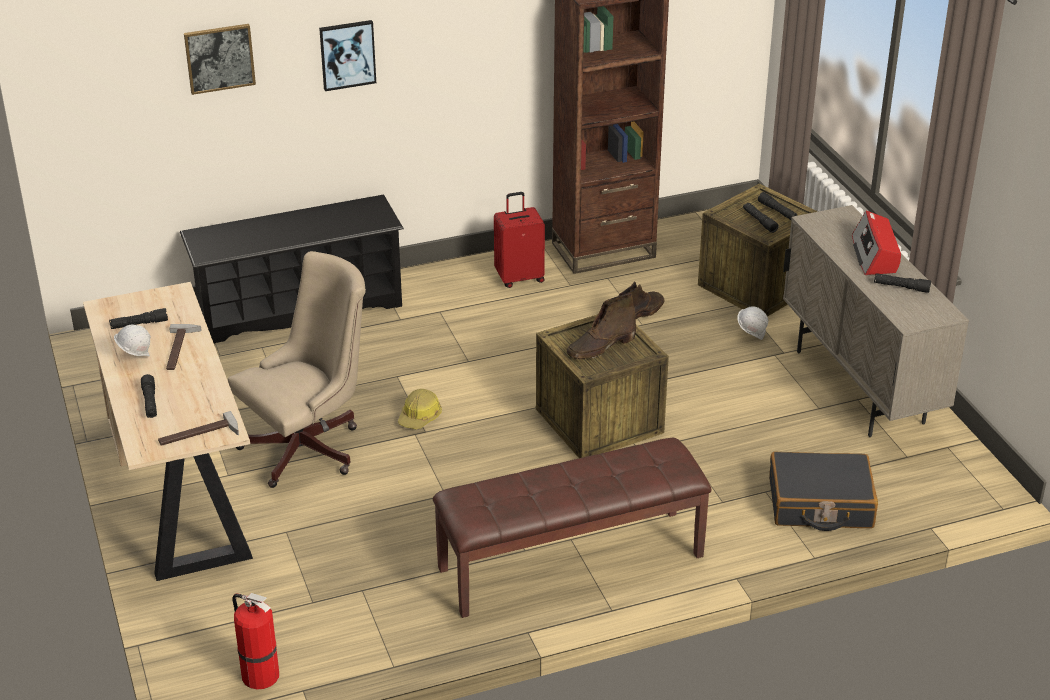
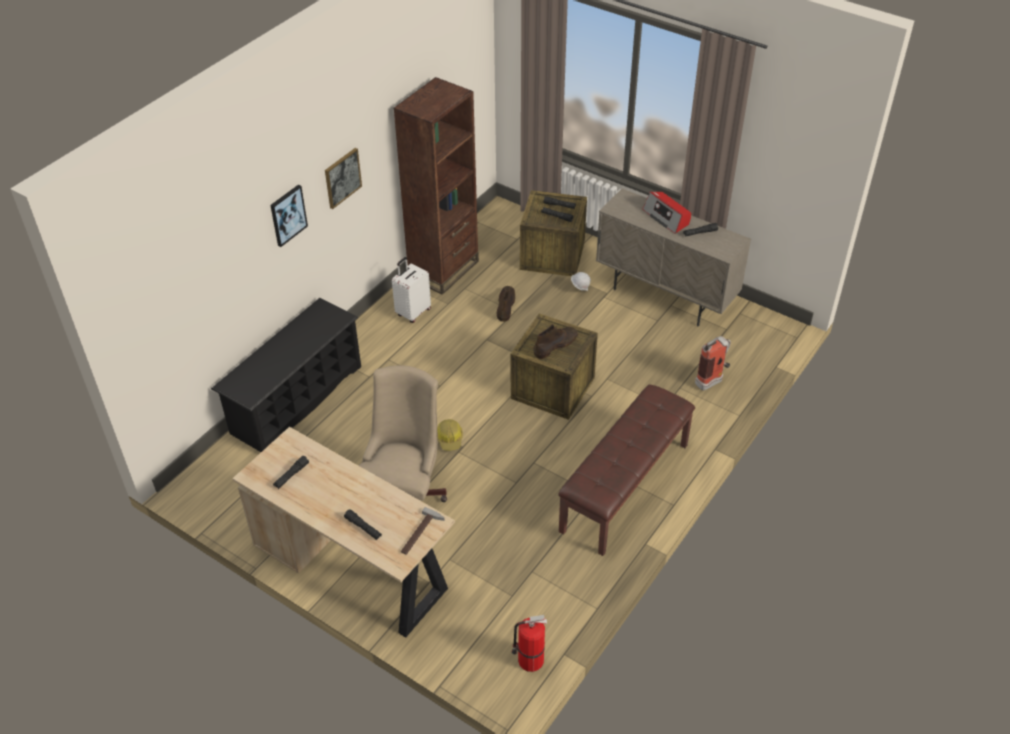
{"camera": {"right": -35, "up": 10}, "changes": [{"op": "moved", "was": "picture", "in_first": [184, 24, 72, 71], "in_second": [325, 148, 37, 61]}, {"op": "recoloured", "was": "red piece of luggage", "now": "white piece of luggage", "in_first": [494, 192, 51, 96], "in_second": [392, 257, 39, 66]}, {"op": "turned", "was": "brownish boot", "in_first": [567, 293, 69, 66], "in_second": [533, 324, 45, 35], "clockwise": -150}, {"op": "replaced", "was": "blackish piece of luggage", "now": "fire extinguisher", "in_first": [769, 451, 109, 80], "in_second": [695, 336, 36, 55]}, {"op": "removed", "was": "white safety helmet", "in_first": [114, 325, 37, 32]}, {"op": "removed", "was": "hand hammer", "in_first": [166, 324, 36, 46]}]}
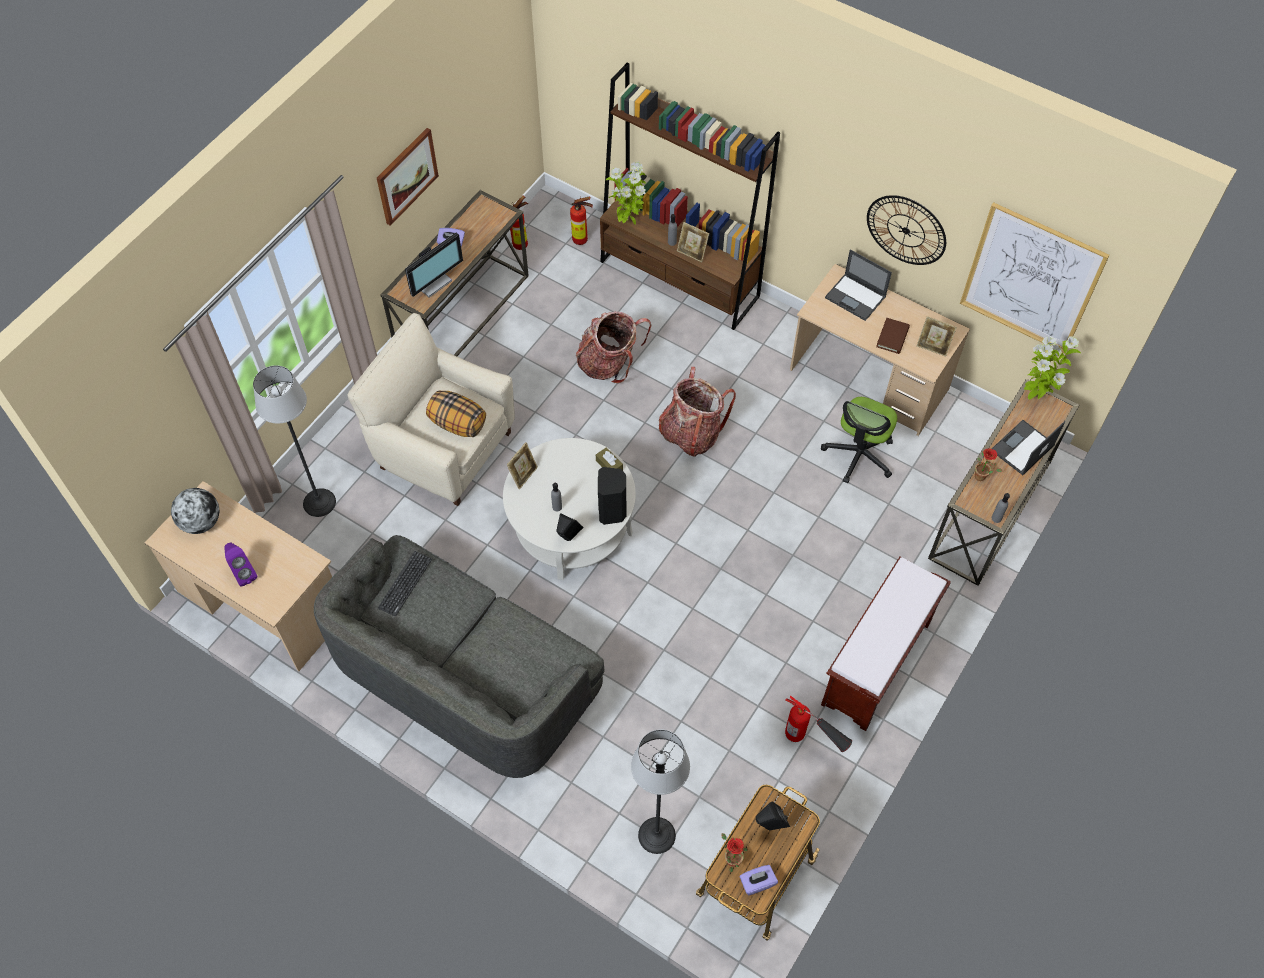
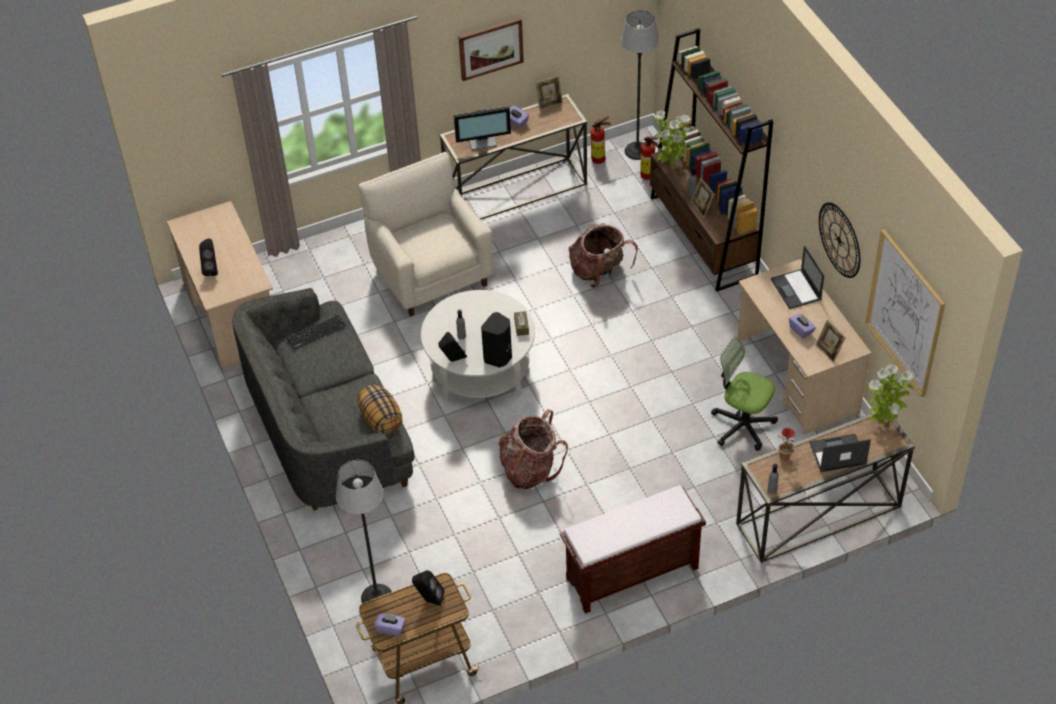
{"camera": {"right": 35, "up": -10}, "changes": [{"op": "recoloured", "was": "purple-coloured loudspeaker", "now": "blackish loudspeaker", "in_first": [224, 543, 33, 43], "in_second": [199, 238, 19, 38]}, {"op": "moved", "was": "cushion", "in_first": [426, 390, 60, 47], "in_second": [358, 384, 45, 51]}, {"op": "moved", "was": "rucksack", "in_first": [659, 367, 77, 90], "in_second": [498, 409, 70, 80]}, {"op": "moved", "was": "picture frame", "in_first": [507, 442, 31, 48], "in_second": [536, 76, 27, 34]}, {"op": "moved", "was": "standard lamp", "in_first": [253, 365, 83, 152], "in_second": [621, 10, 38, 150]}, {"op": "turned", "was": "desk chair", "in_first": [821, 397, 76, 86], "in_second": [711, 337, 67, 114], "clockwise": 60}, {"op": "replaced", "was": "brownish book", "now": "purple-coloured tissue box", "in_first": [876, 318, 34, 36], "in_second": [789, 314, 27, 25]}, {"op": "removed", "was": "world globe", "in_first": [171, 488, 48, 46]}, {"op": "removed", "was": "houseplant", "in_first": [721, 833, 27, 40]}, {"op": "removed", "was": "fire extinguisher", "in_first": [785, 696, 67, 56]}]}
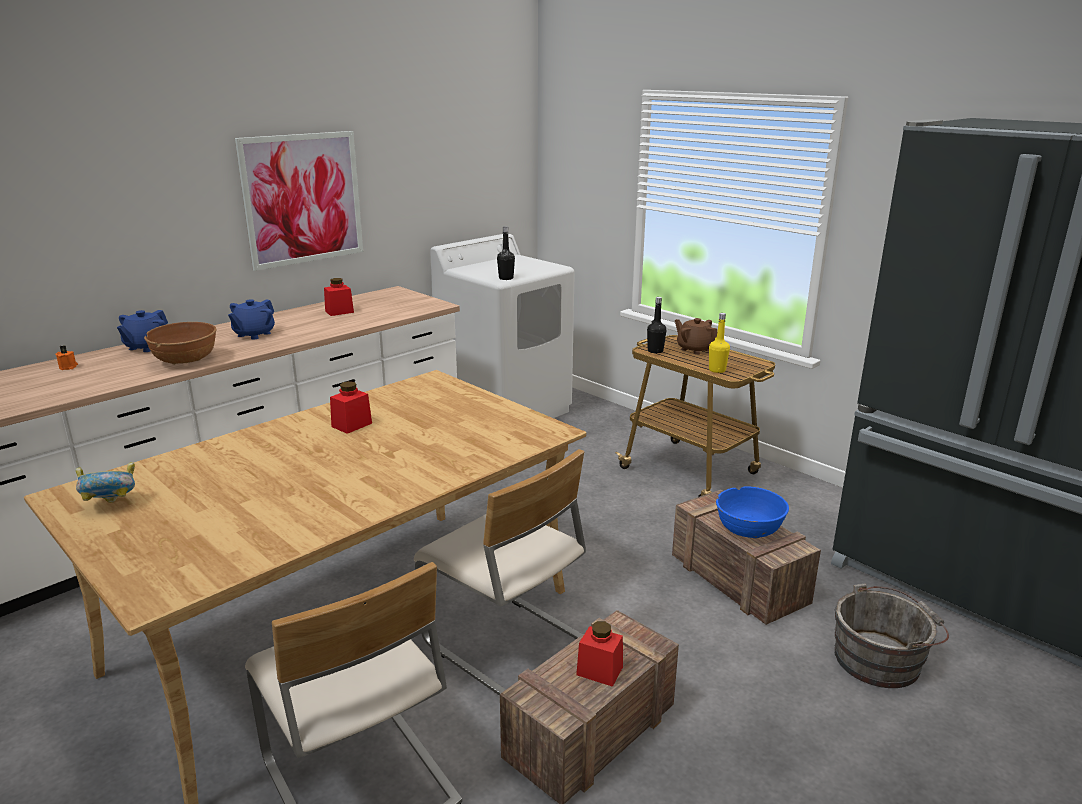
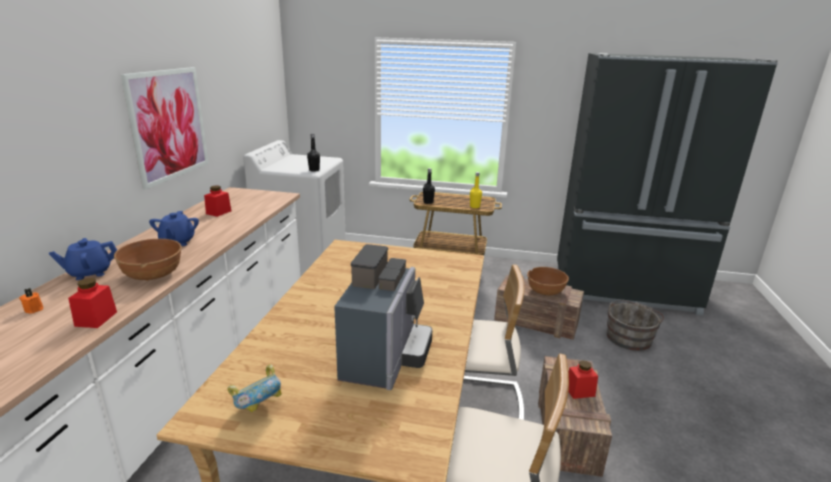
{"camera": {"right": -35, "up": 0}, "changes": [{"op": "turned", "was": "blue teapot", "in_first": [117, 310, 51, 42], "in_second": [49, 238, 68, 42], "clockwise": 75}, {"op": "moved", "was": "red jar", "in_first": [330, 381, 42, 53], "in_second": [68, 278, 49, 50]}, {"op": "added", "now": "coffee maker", "in_second": [334, 244, 98, 146]}, {"op": "recoloured", "was": "blue serving bowl", "now": "brownish serving bowl", "in_first": [716, 486, 73, 53], "in_second": [527, 267, 42, 28]}, {"op": "removed", "was": "brownish teapot", "in_first": [675, 318, 42, 36]}]}
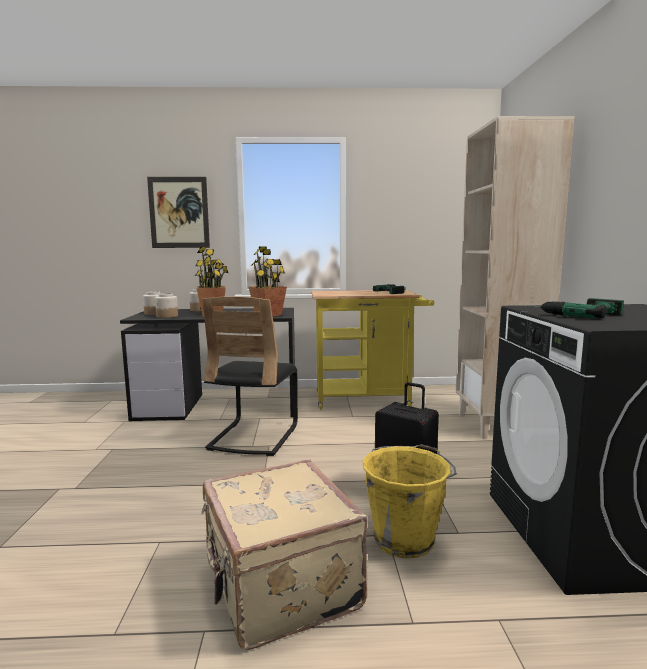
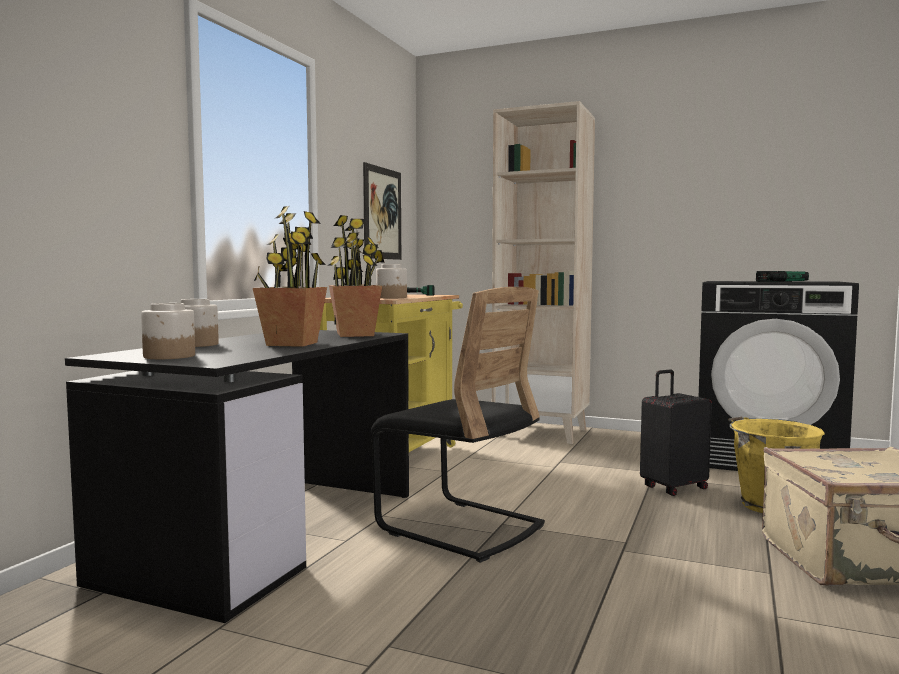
{"camera": {"right": -65, "up": -5}, "changes": [{"op": "moved", "was": "picture", "in_first": [147, 177, 63, 71], "in_second": [363, 162, 38, 98]}, {"op": "moved", "was": "jar", "in_first": [155, 293, 23, 25], "in_second": [376, 264, 31, 34]}]}
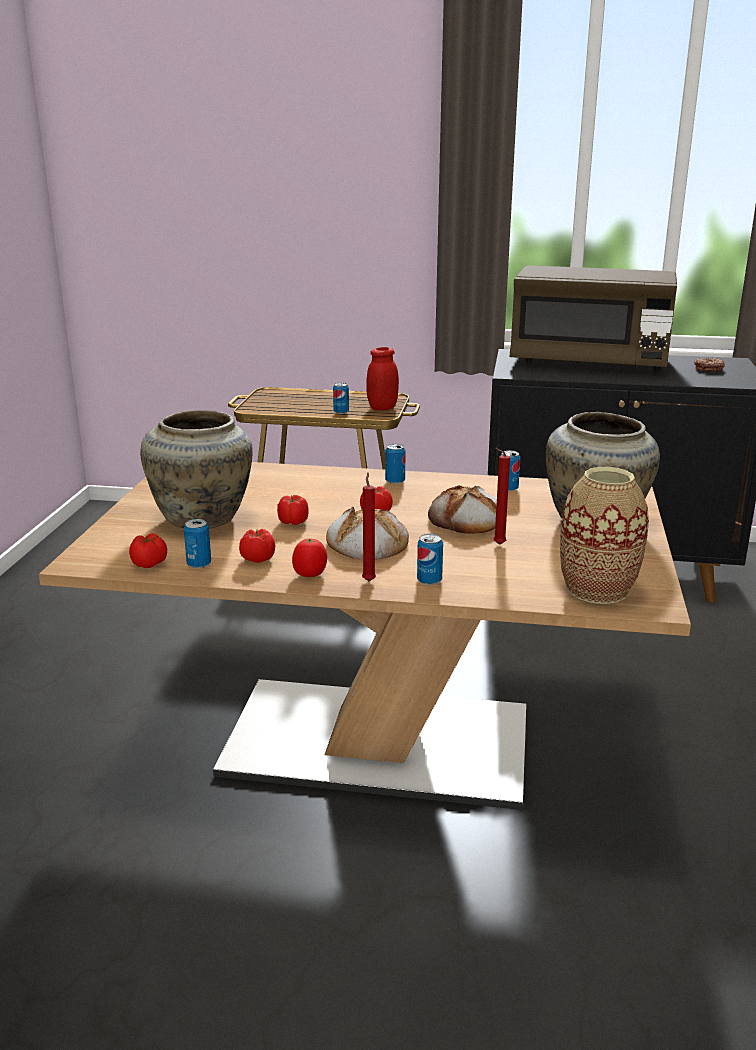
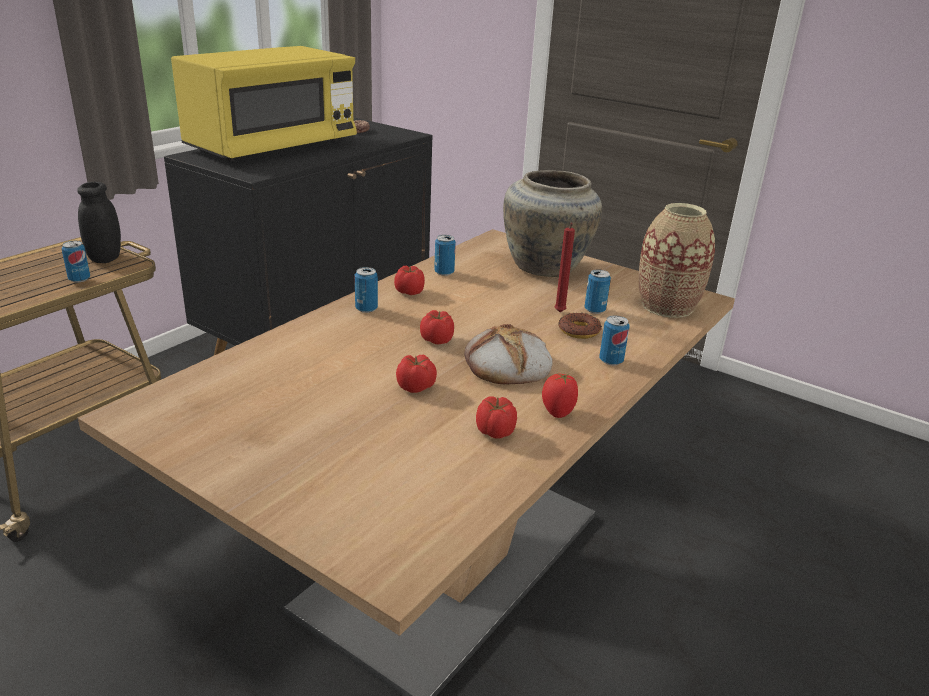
{"camera": {"right": -65, "up": 5}, "changes": [{"op": "recoloured", "was": "red jar", "now": "blackish jar", "in_first": [366, 347, 33, 63], "in_second": [77, 181, 44, 82]}, {"op": "recoloured", "was": "brownish microwave", "now": "yellow-coloured microwave", "in_first": [510, 265, 167, 106], "in_second": [171, 46, 186, 115]}, {"op": "moved", "was": "tomato", "in_first": [129, 533, 38, 35], "in_second": [394, 266, 31, 29]}, {"op": "added", "now": "doughnut", "in_second": [558, 313, 44, 26]}, {"op": "moved", "was": "can", "in_first": [184, 519, 27, 50], "in_second": [585, 269, 26, 45]}, {"op": "removed", "was": "beige flower vase", "in_first": [140, 410, 113, 119]}, {"op": "removed", "was": "red candle", "in_first": [362, 472, 14, 109]}, {"op": "removed", "was": "bread", "in_first": [428, 485, 69, 49]}]}
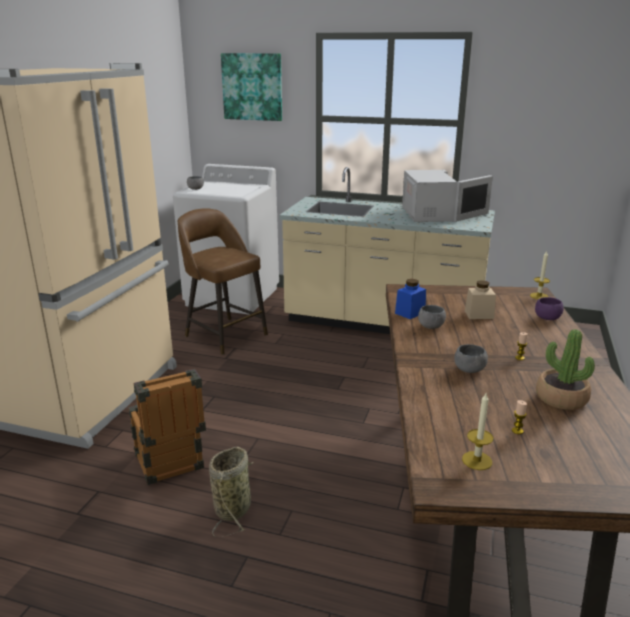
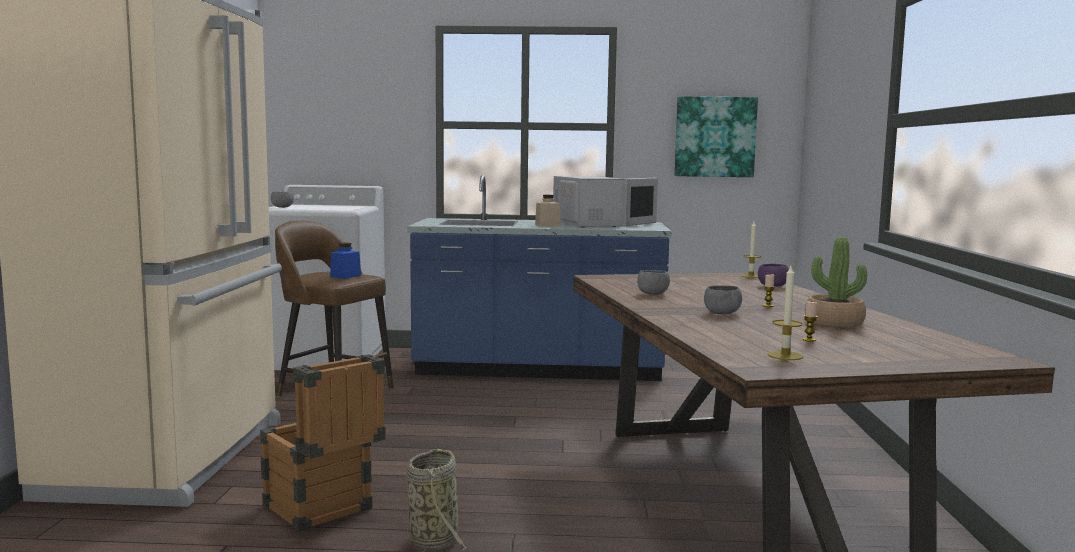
{"camera": {"right": -15, "up": -15}, "changes": [{"op": "moved", "was": "blue jar", "in_first": [395, 279, 31, 40], "in_second": [330, 243, 31, 36]}, {"op": "recoloured", "was": "beige counter", "now": "blue counter", "in_first": [279, 167, 216, 167], "in_second": [408, 175, 264, 206]}, {"op": "moved", "was": "beige jar", "in_first": [465, 280, 31, 39], "in_second": [535, 195, 26, 31]}, {"op": "moved", "was": "picture", "in_first": [221, 53, 61, 68], "in_second": [674, 96, 84, 81]}]}
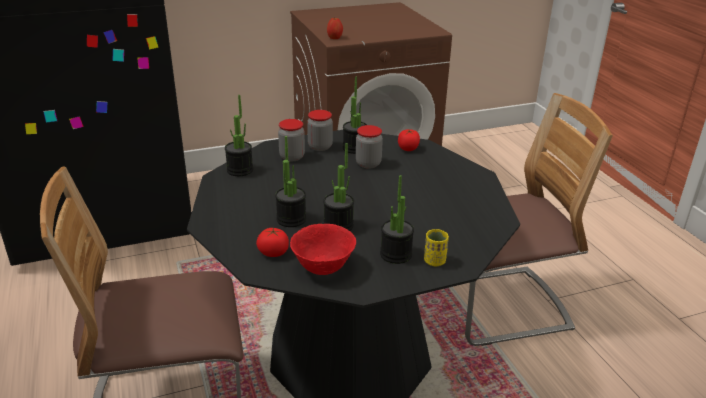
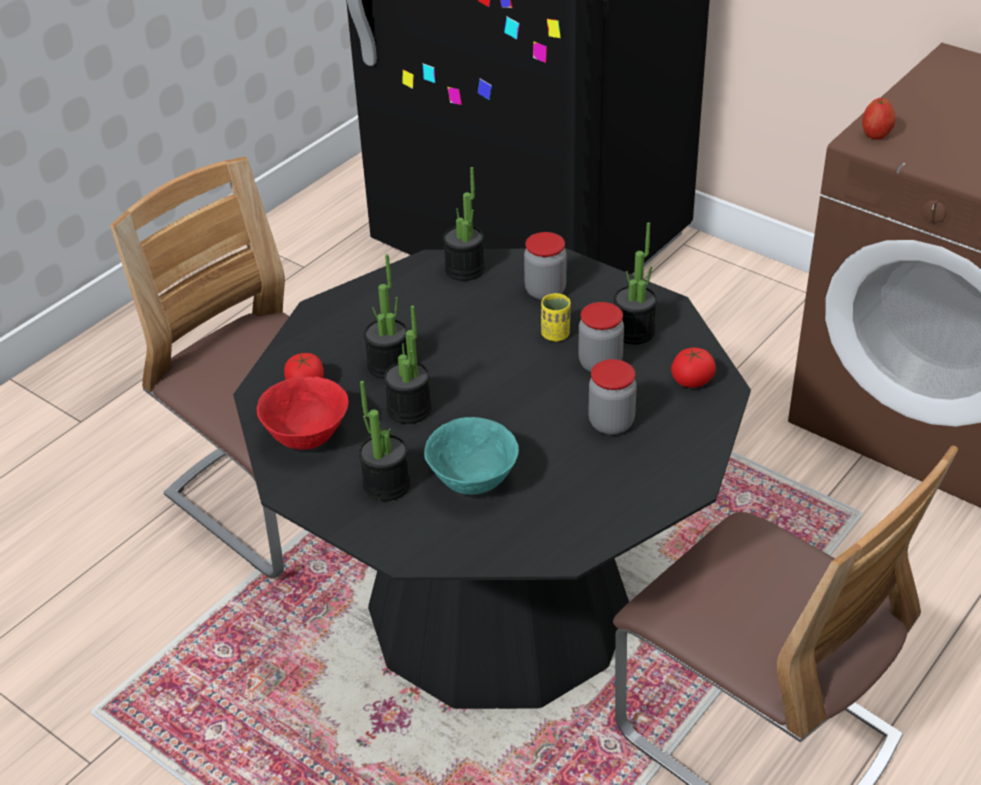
{"camera": {"right": 60, "up": 10}, "changes": [{"op": "added", "now": "blue-green serving bowl", "in_second": [424, 417, 95, 78]}, {"op": "moved", "was": "yellow-coloured drinking cup", "in_first": [424, 229, 25, 37], "in_second": [541, 293, 30, 49]}, {"op": "moved", "was": "jar", "in_first": [307, 110, 26, 41], "in_second": [588, 359, 49, 76]}]}
